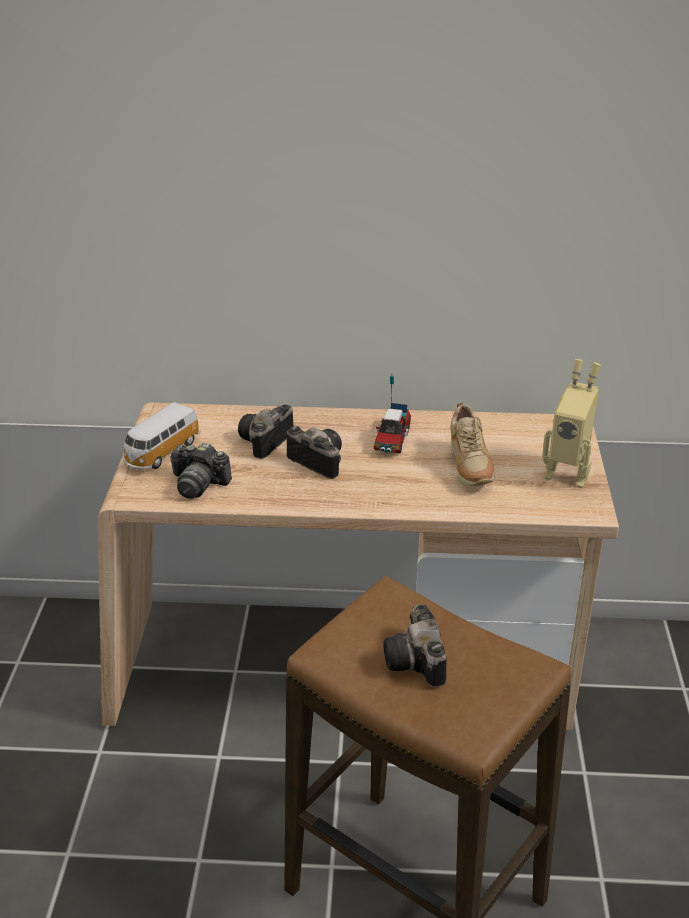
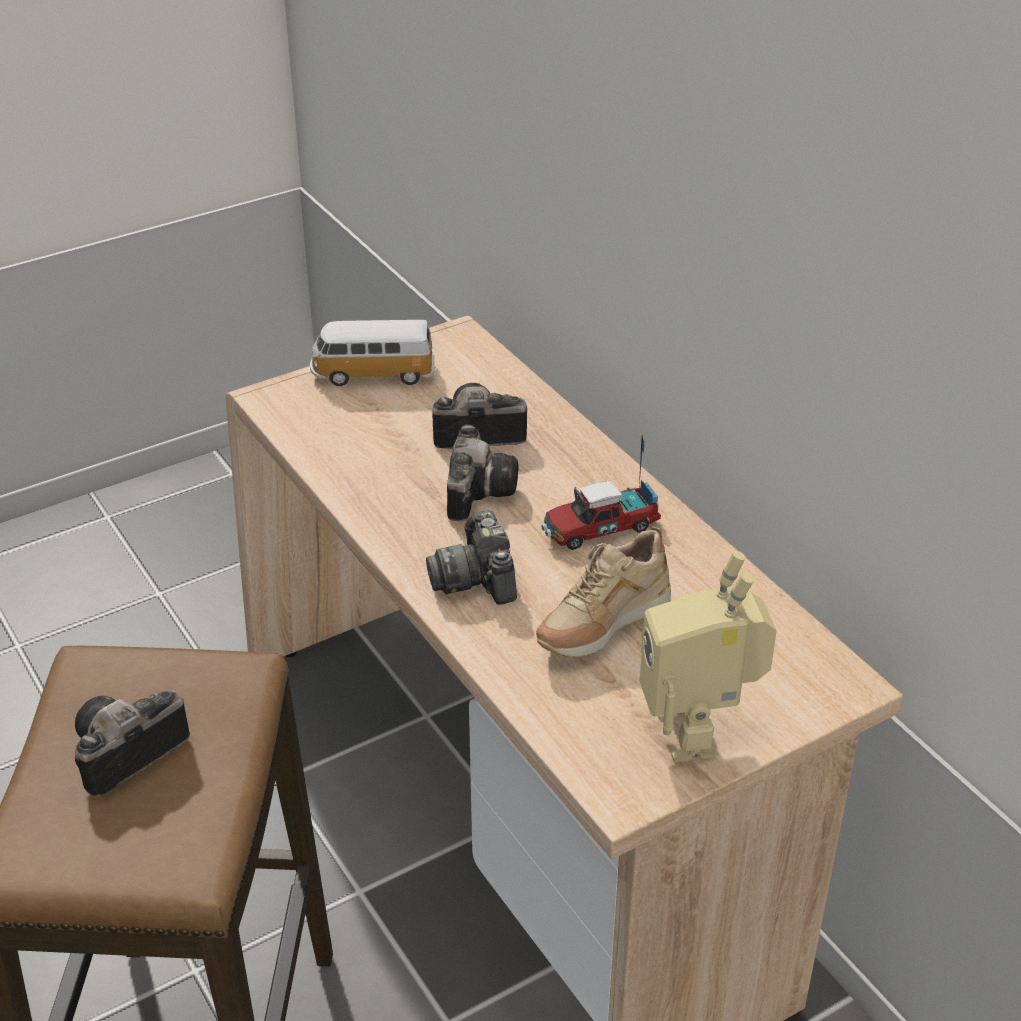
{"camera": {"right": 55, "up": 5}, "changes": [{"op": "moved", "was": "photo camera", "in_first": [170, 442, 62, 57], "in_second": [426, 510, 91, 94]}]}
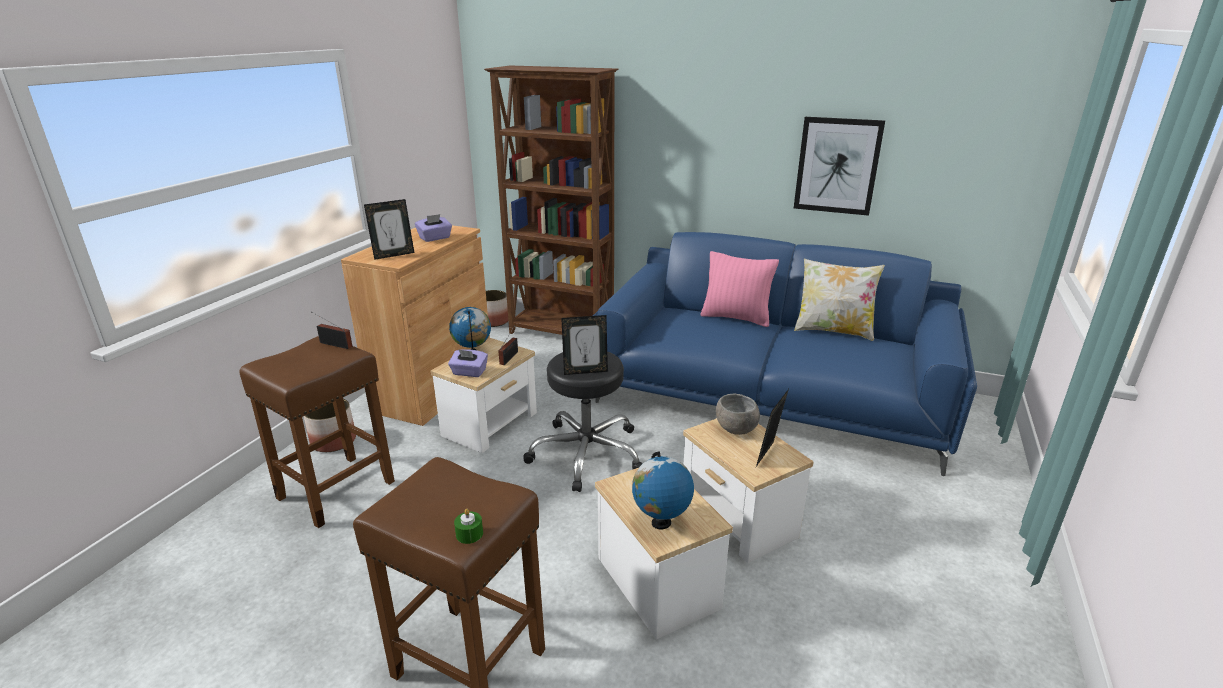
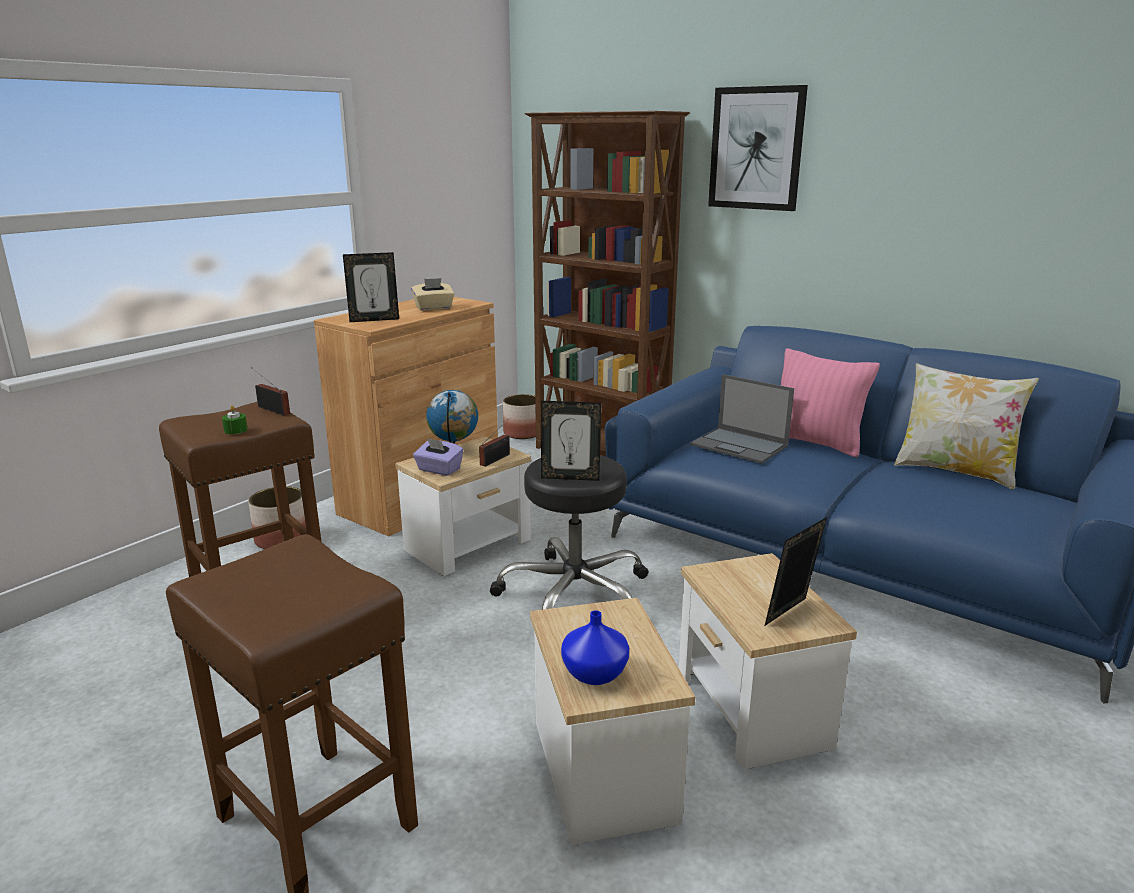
{"camera": {"right": 15, "up": -5}, "changes": [{"op": "moved", "was": "greenish candle", "in_first": [454, 509, 29, 35], "in_second": [222, 405, 26, 29]}, {"op": "recoloured", "was": "purple-coloured tissue box", "now": "beige tissue box", "in_first": [415, 214, 37, 28], "in_second": [411, 278, 43, 33]}, {"op": "replaced", "was": "world globe", "now": "blue flower vase", "in_first": [632, 451, 62, 78], "in_second": [561, 610, 68, 75]}, {"op": "added", "now": "notebook computer", "in_second": [690, 374, 104, 90]}, {"op": "moved", "was": "picture", "in_first": [794, 117, 91, 99], "in_second": [708, 85, 100, 126]}, {"op": "removed", "was": "grey serving bowl", "in_first": [716, 394, 44, 41]}]}
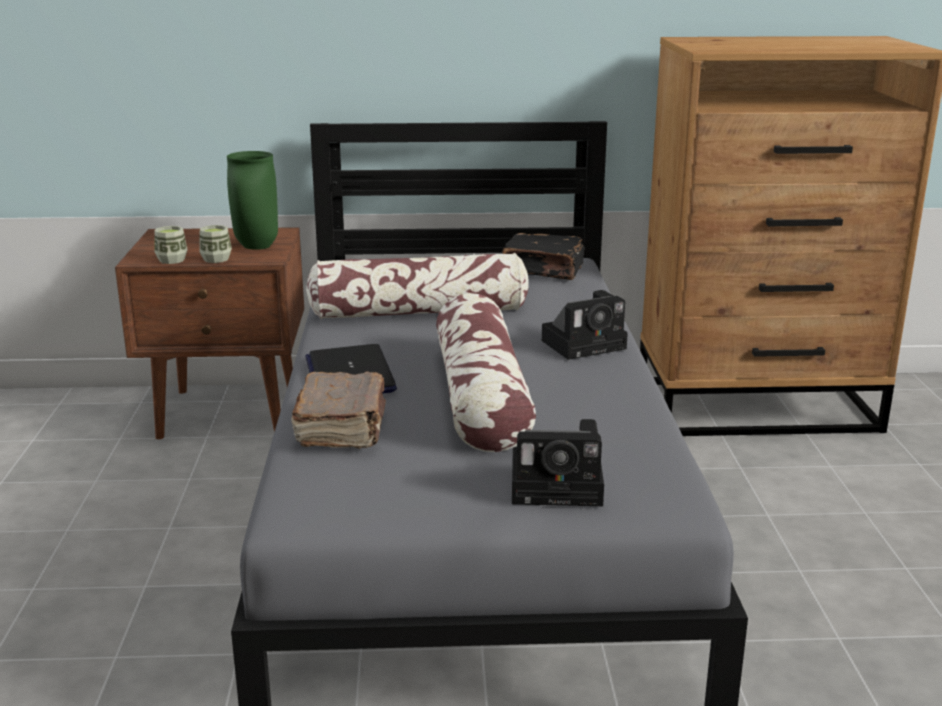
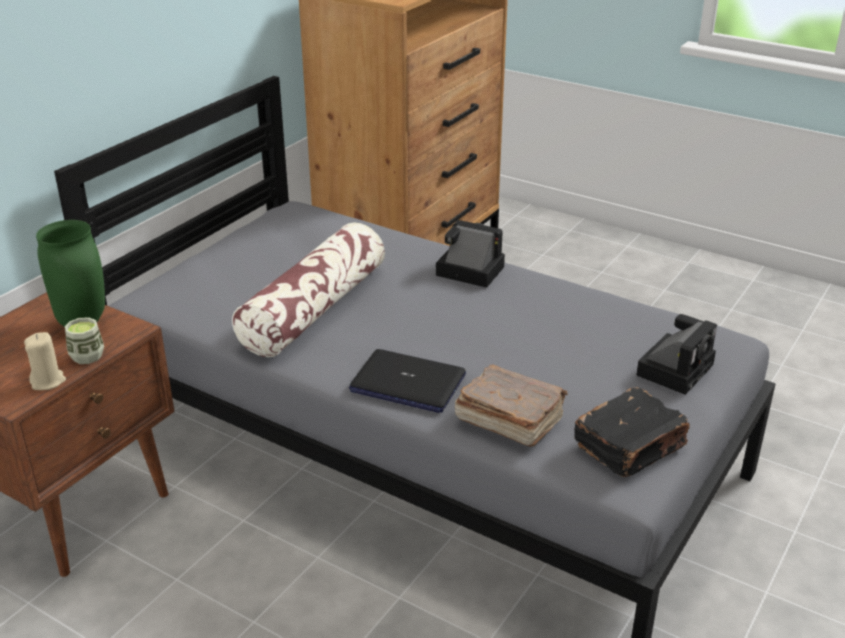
{"camera": {"right": -55, "up": 10}, "changes": [{"op": "replaced", "was": "drinking cup", "now": "beige candle", "in_first": [154, 226, 34, 38], "in_second": [24, 332, 42, 58]}, {"op": "turned", "was": "photo camera", "in_first": [541, 290, 87, 70], "in_second": [436, 220, 69, 68], "clockwise": -75}, {"op": "moved", "was": "blackish book", "in_first": [502, 233, 83, 47], "in_second": [574, 388, 116, 89]}, {"op": "removed", "was": "cushion", "in_first": [436, 293, 100, 159]}]}
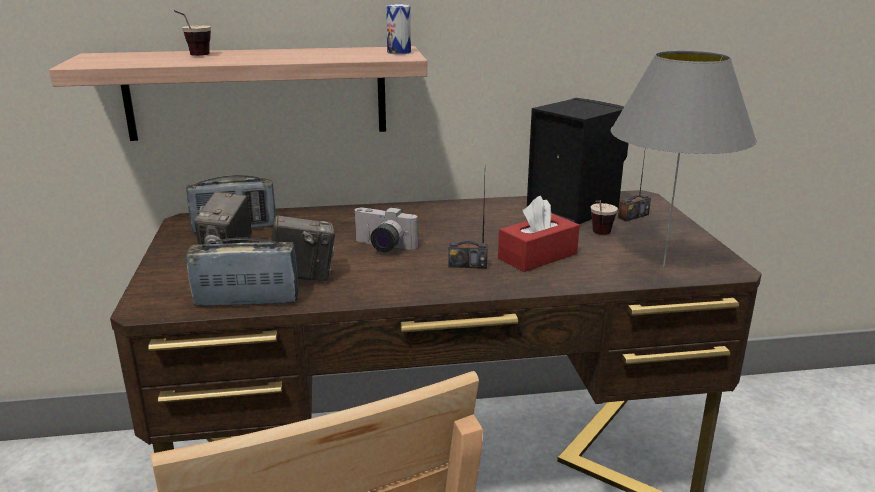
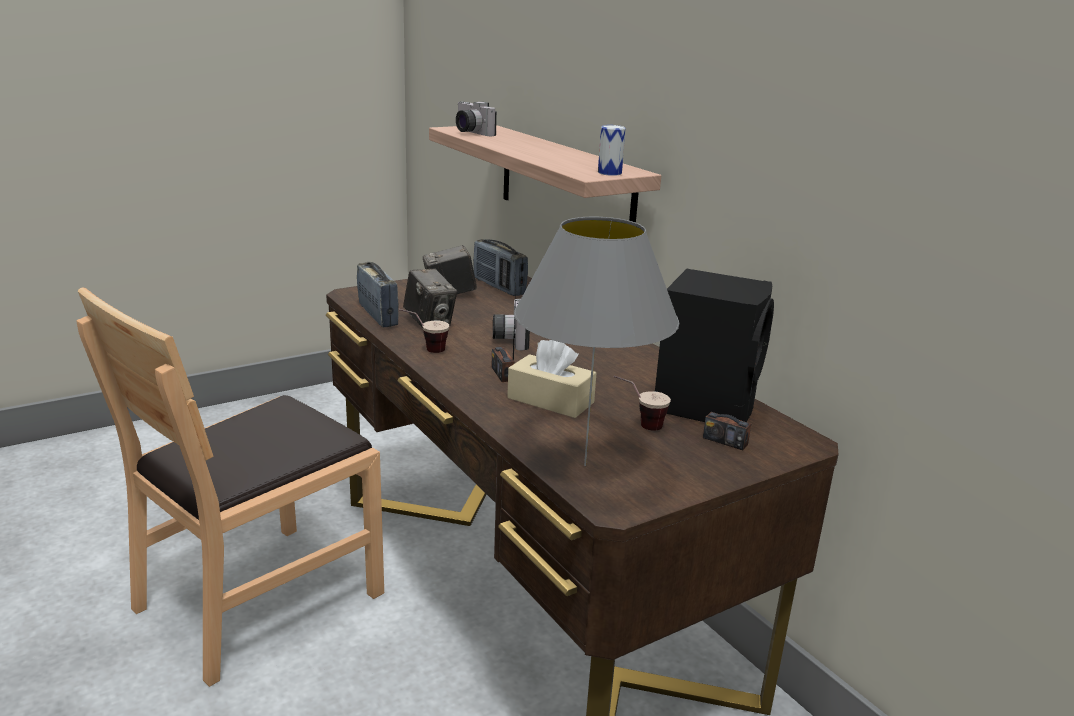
{"camera": {"right": 65, "up": 0}, "changes": [{"op": "moved", "was": "drinking cup", "in_first": [174, 10, 37, 46], "in_second": [399, 309, 50, 44]}, {"op": "added", "now": "photo camera", "in_second": [456, 101, 41, 35]}, {"op": "recoloured", "was": "red tissue box", "now": "beige tissue box", "in_first": [498, 196, 82, 76], "in_second": [507, 340, 89, 78]}]}
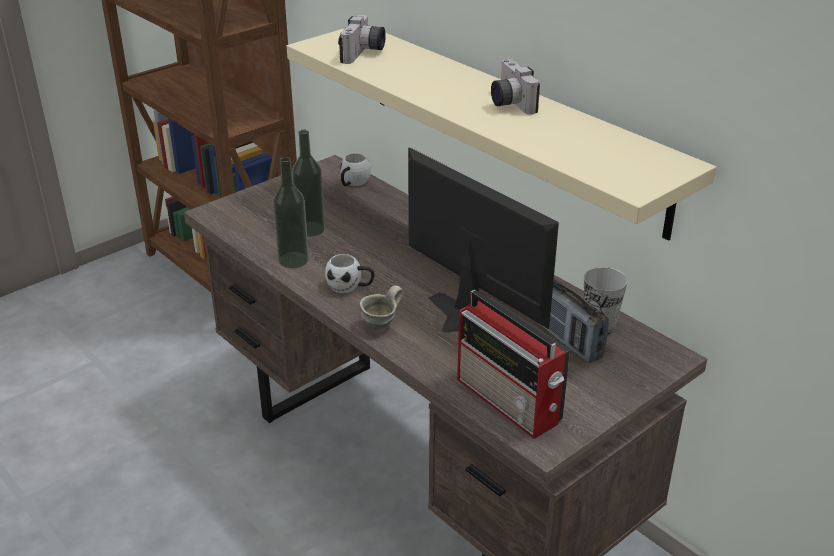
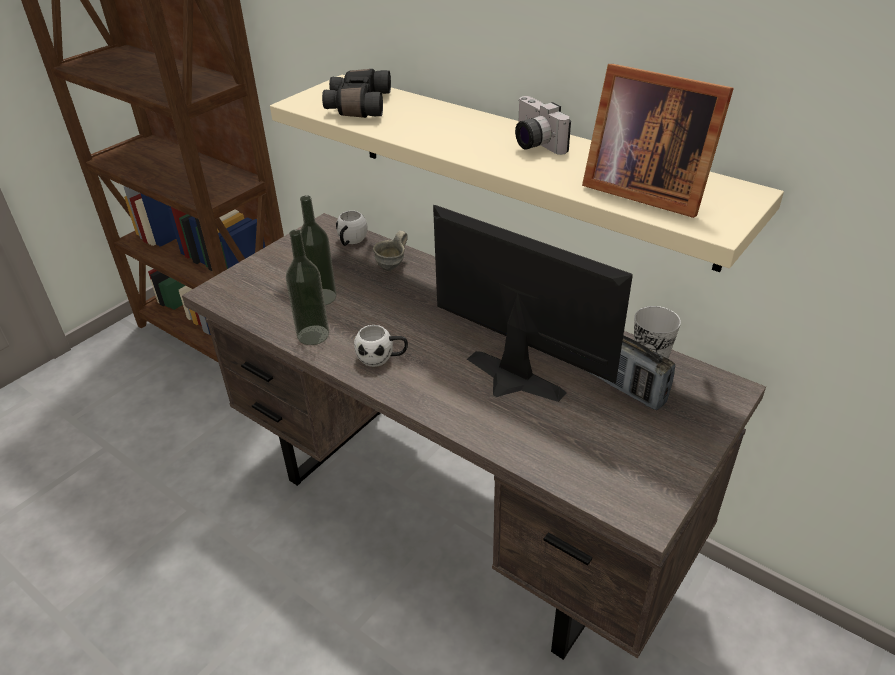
{"camera": {"right": -10, "up": 5}, "changes": [{"op": "replaced", "was": "photo camera", "now": "blackish binoculars", "in_first": [338, 15, 48, 49], "in_second": [322, 69, 69, 49]}, {"op": "moved", "was": "grey coffee mug", "in_first": [360, 285, 43, 45], "in_second": [373, 231, 35, 40]}, {"op": "added", "now": "picture frame", "in_second": [582, 64, 152, 154]}, {"op": "removed", "was": "radio", "in_first": [457, 290, 113, 149]}]}
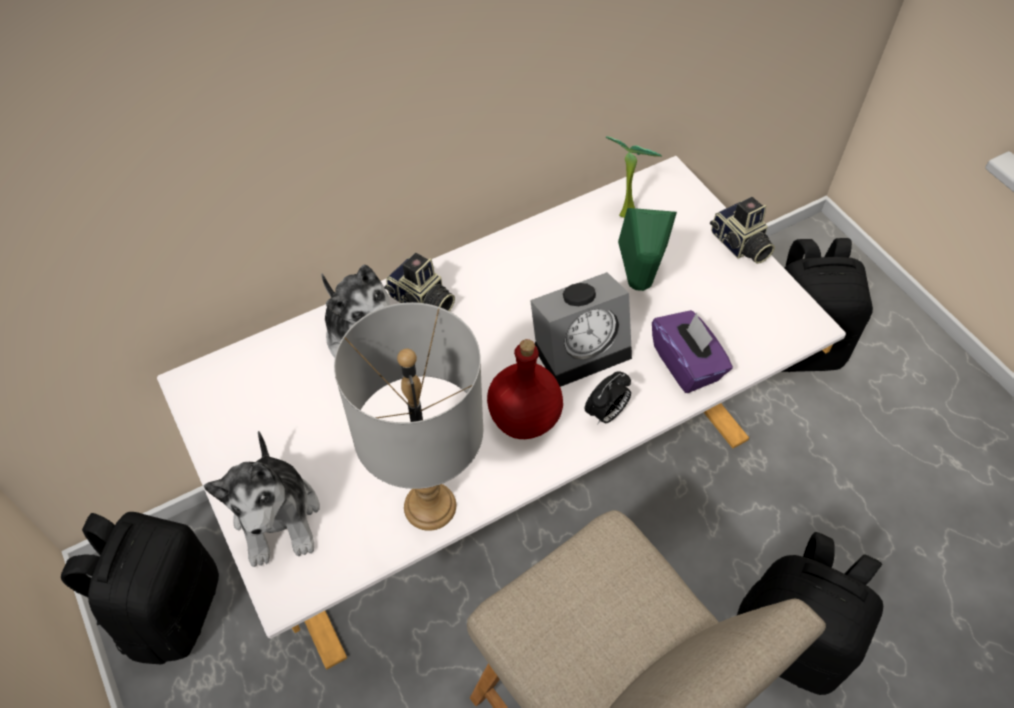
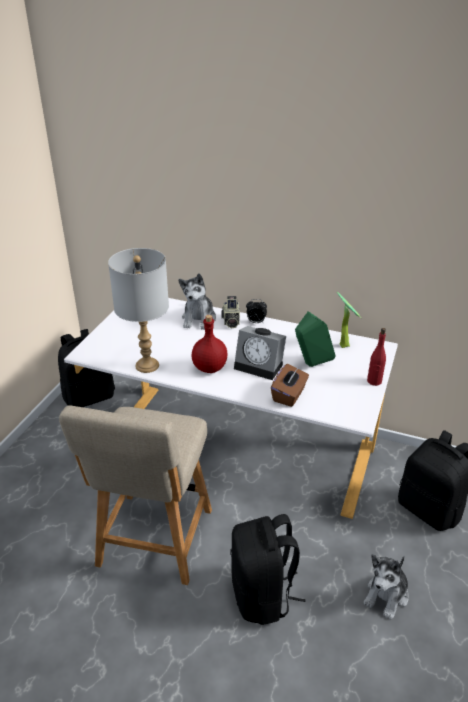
{"camera": {"right": 50, "up": -20}, "changes": [{"op": "moved", "was": "alarm clock", "in_first": [585, 371, 46, 54], "in_second": [246, 299, 21, 24]}, {"op": "recoloured", "was": "purple-coloured tissue box", "now": "brownish tissue box", "in_first": [652, 310, 81, 83], "in_second": [271, 364, 38, 43]}, {"op": "moved", "was": "cuddly toy", "in_first": [203, 431, 117, 136], "in_second": [364, 554, 45, 66]}, {"op": "replaced", "was": "photo camera", "now": "red beverage bottle", "in_first": [710, 197, 65, 67], "in_second": [367, 328, 19, 58]}]}
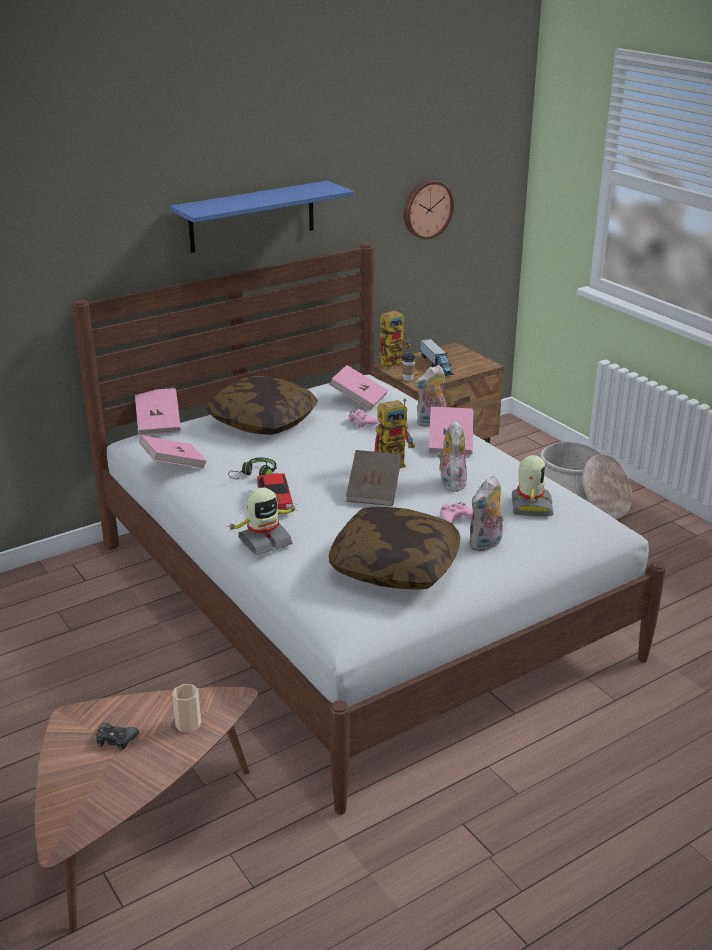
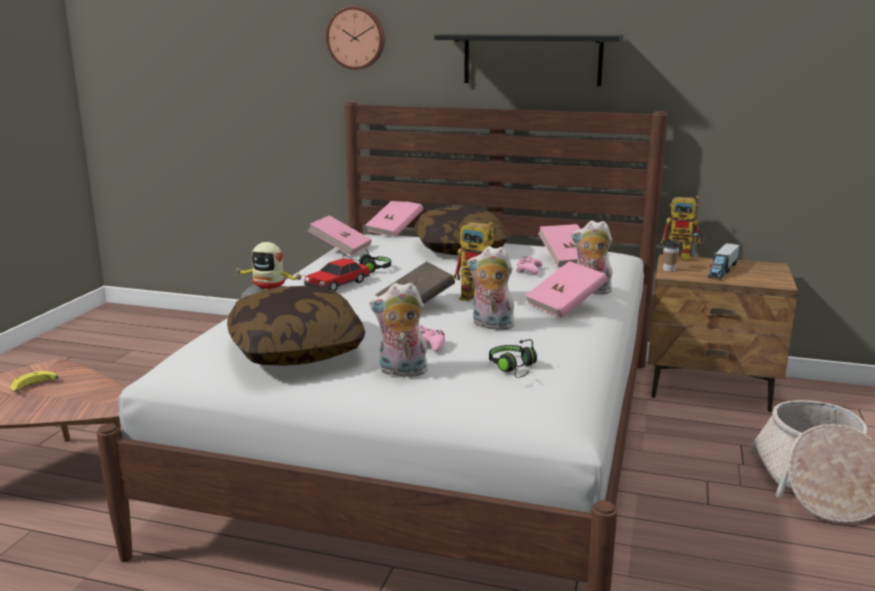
{"camera": {"right": 50, "up": -10}, "changes": [{"op": "replaced", "was": "blackish joypad", "now": "banana", "in_first": [96, 723, 43, 28], "in_second": [10, 371, 48, 23]}, {"op": "moved", "was": "clock on the wall", "in_first": [404, 180, 50, 59], "in_second": [326, 6, 59, 64]}, {"op": "recoloured", "was": "blue bracket shelf", "now": "blackish bracket shelf", "in_first": [170, 181, 184, 72], "in_second": [434, 34, 189, 52]}, {"op": "turned", "was": "cuddly toy", "in_first": [437, 420, 30, 72], "in_second": [467, 246, 48, 84], "clockwise": -120}, {"op": "replaced", "was": "robot figure", "now": "blackish pair of headphones", "in_first": [512, 455, 41, 62], "in_second": [489, 339, 48, 39]}, {"op": "removed", "was": "drinking cup", "in_first": [172, 684, 29, 49]}]}
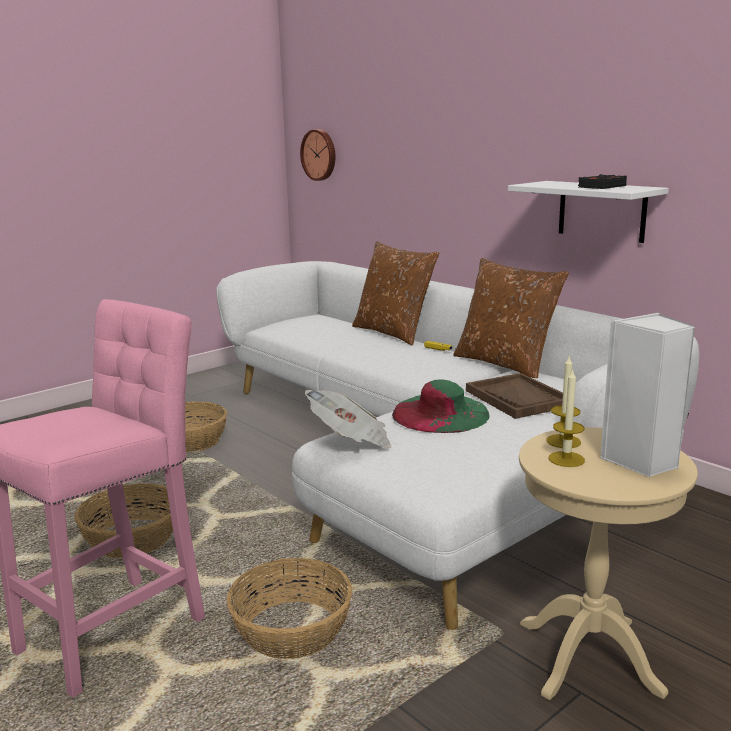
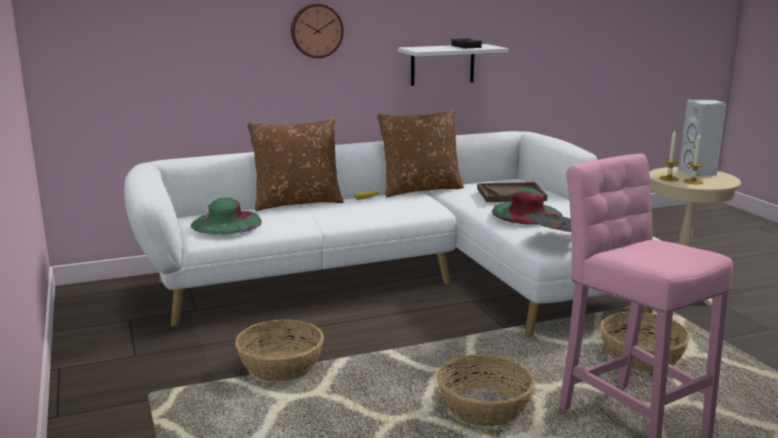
{"camera": {"right": -70, "up": 0}, "changes": [{"op": "added", "now": "greenish hat", "in_second": [191, 198, 71, 37]}, {"op": "moved", "was": "clock on the wall", "in_first": [300, 129, 35, 52], "in_second": [291, 4, 53, 54]}]}
